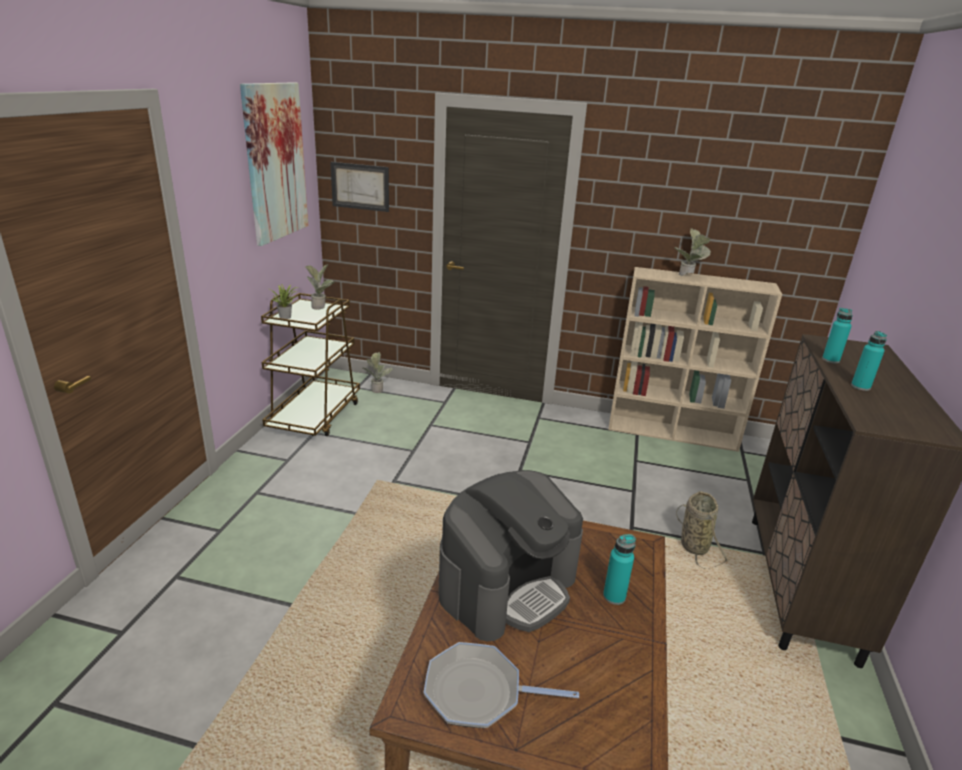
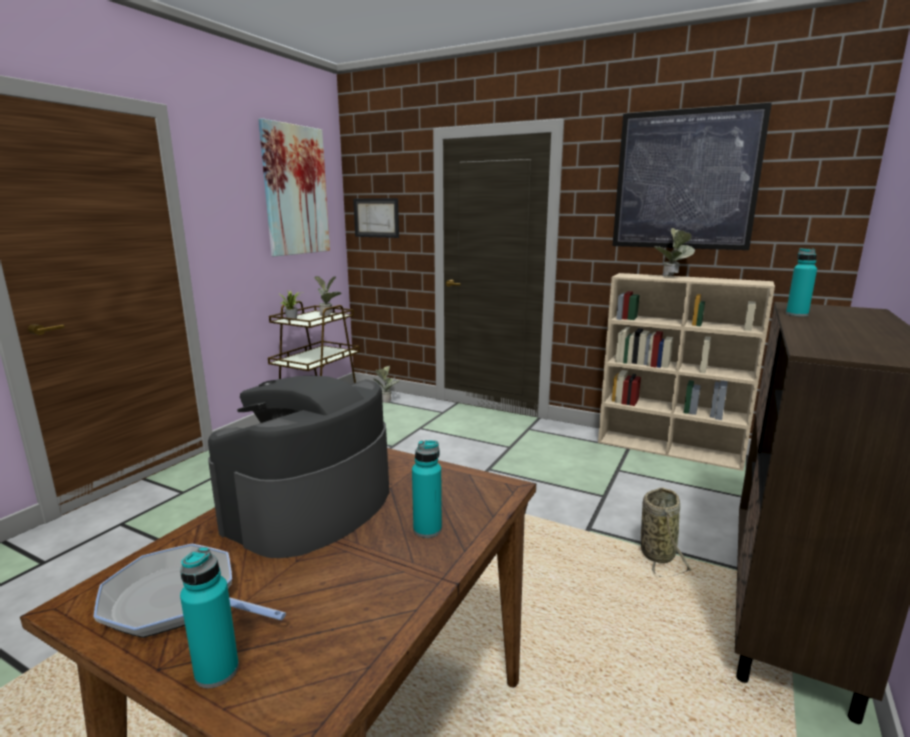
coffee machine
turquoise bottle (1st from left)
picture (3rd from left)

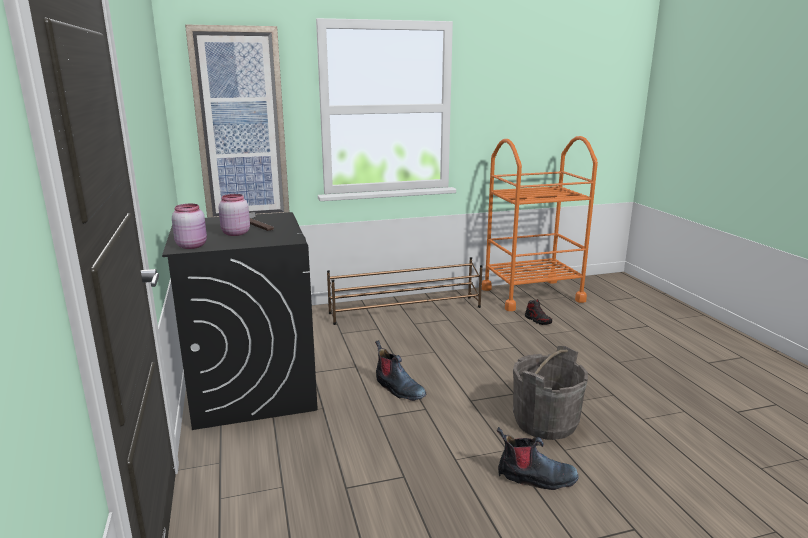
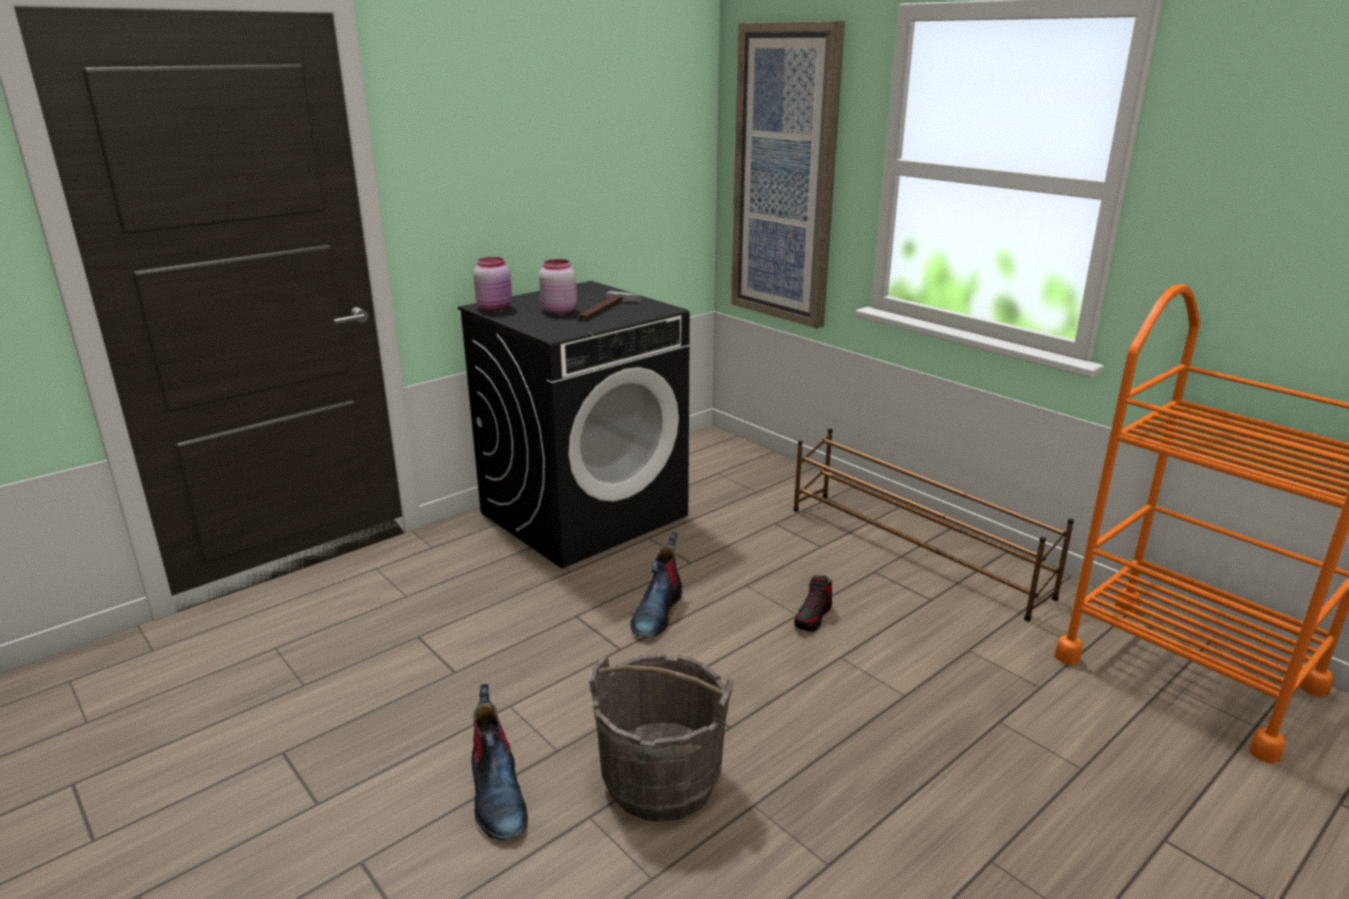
shoe

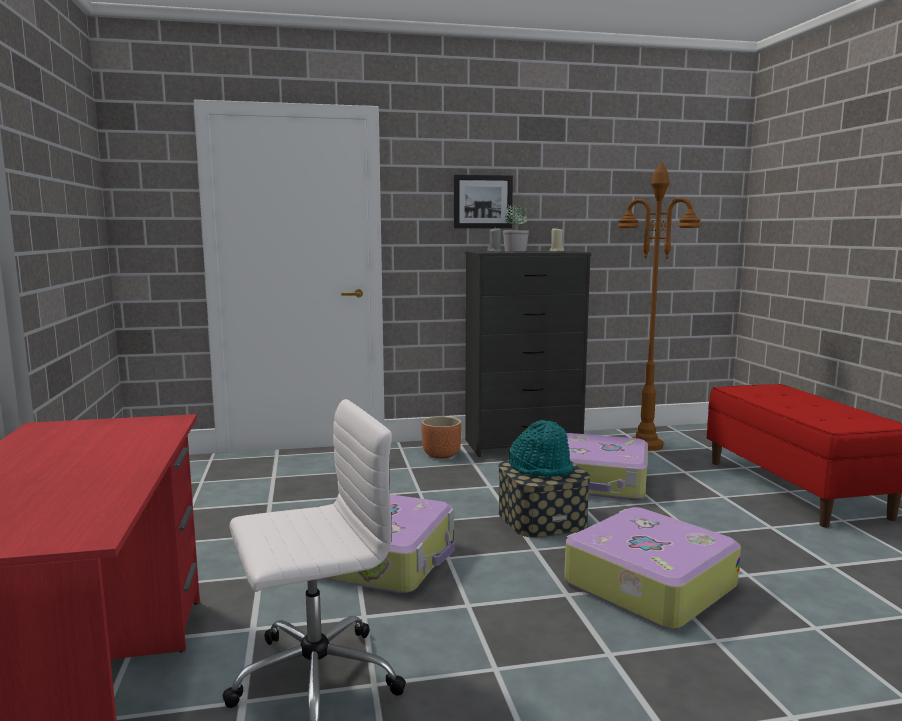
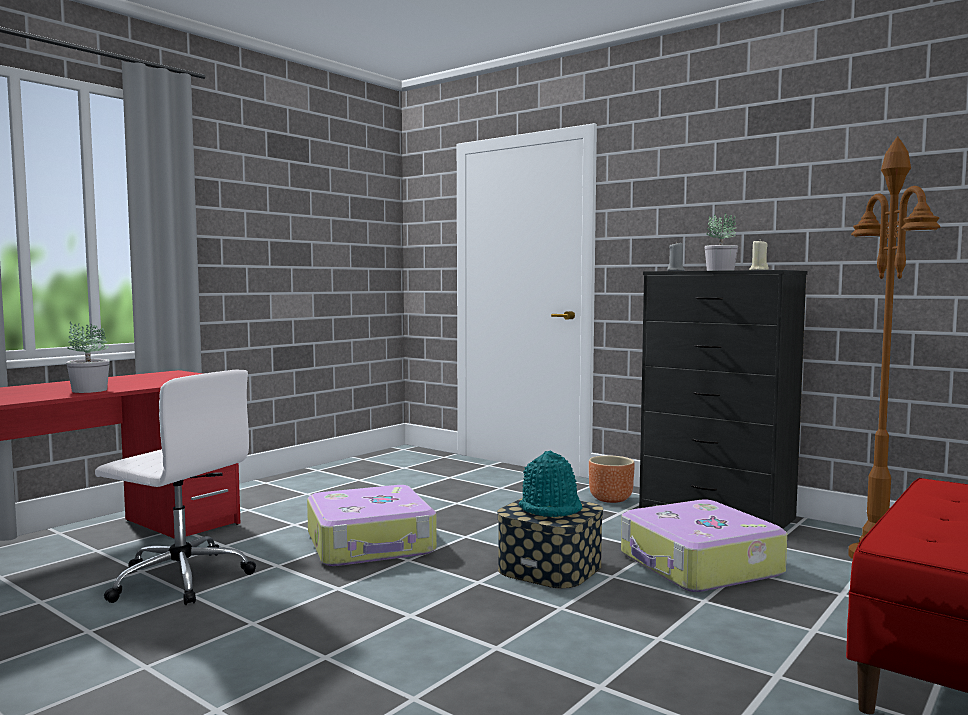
picture
suitcase (3rd from left in the first image)
potted plant (1st from left)

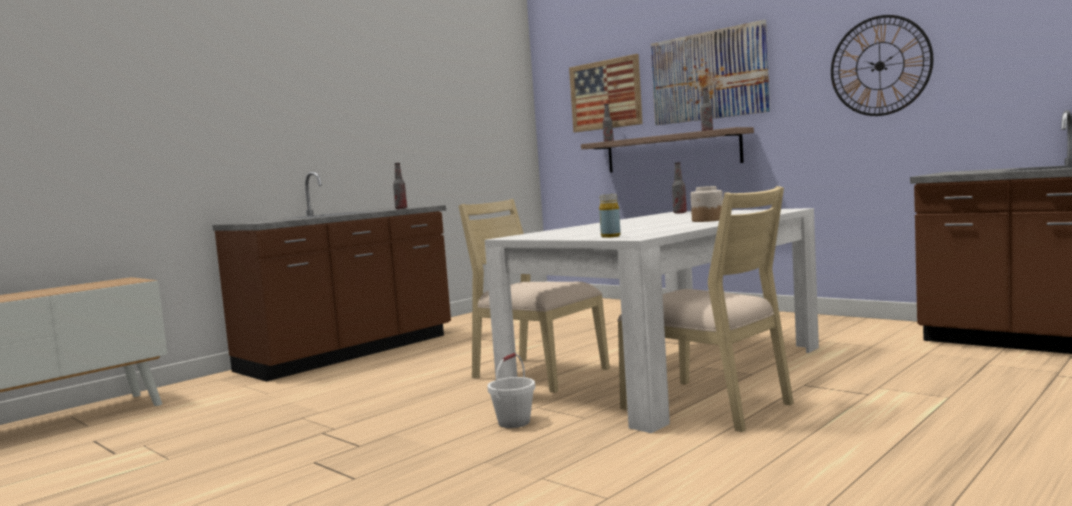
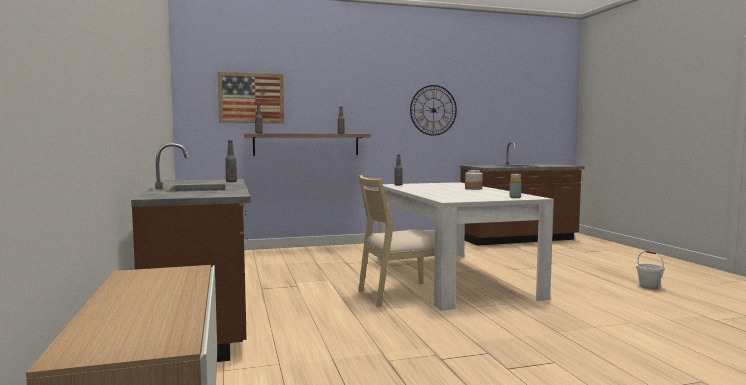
white bucket
beige chair (2nd from left in the first image)
picture (2nd from left in the first image)

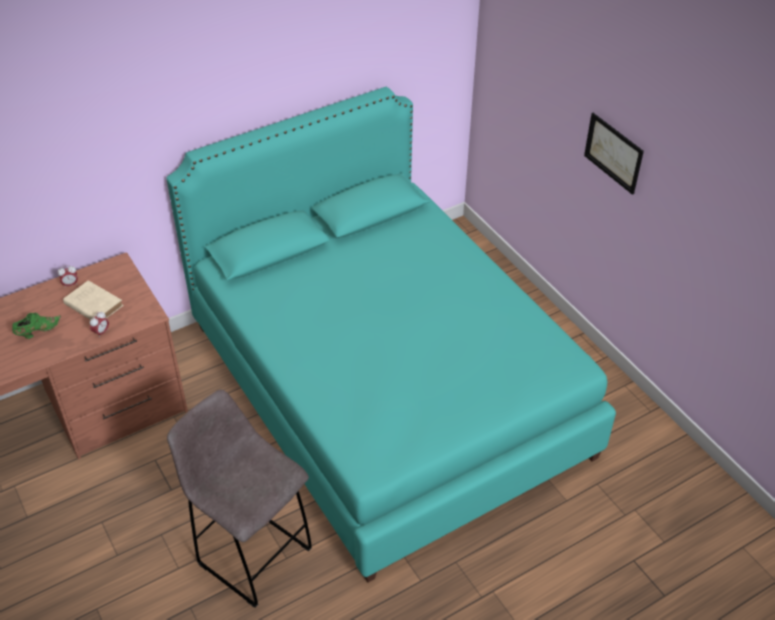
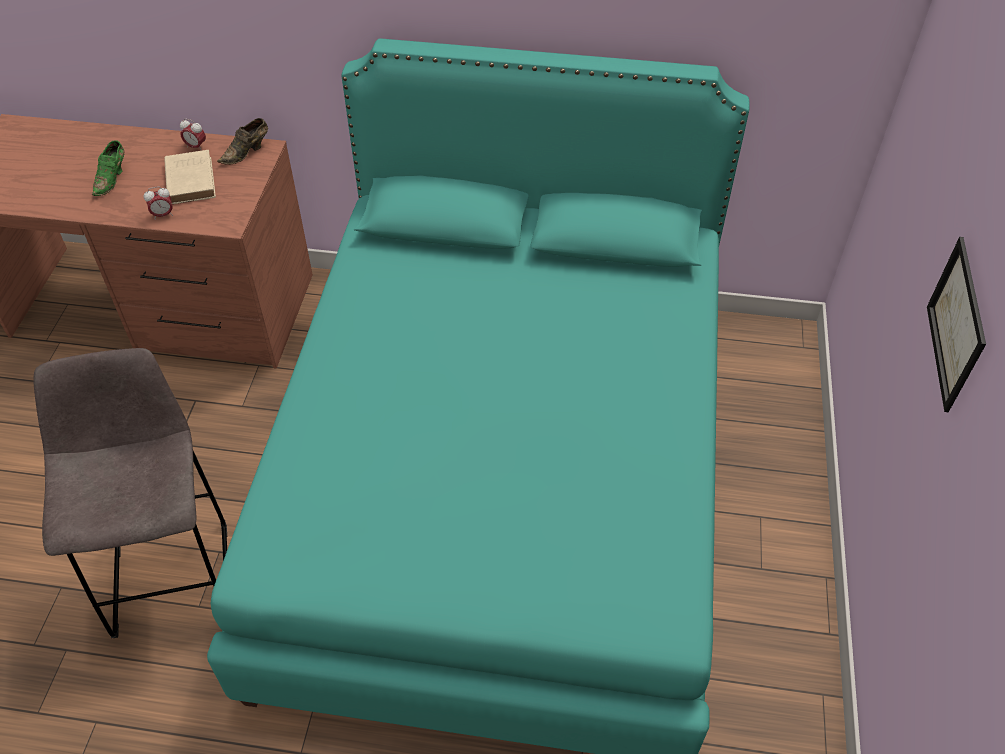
green shoe
brown shoe

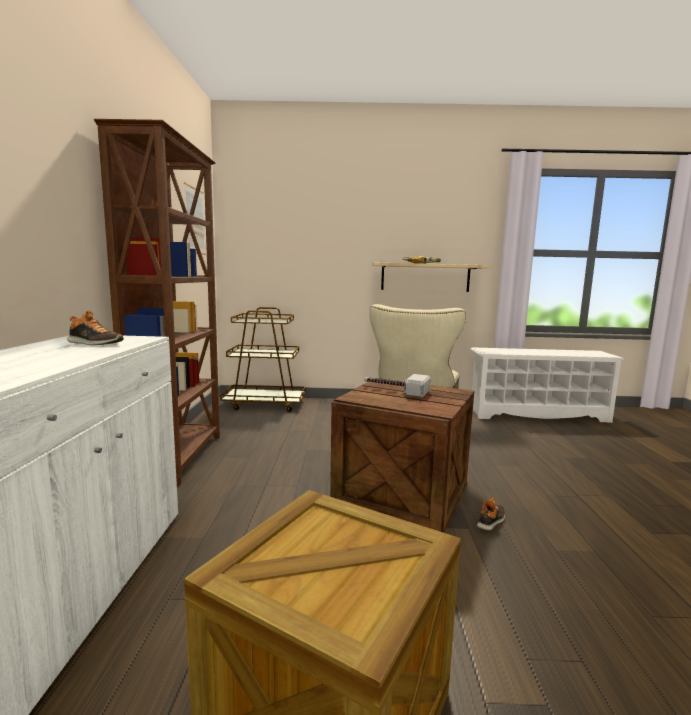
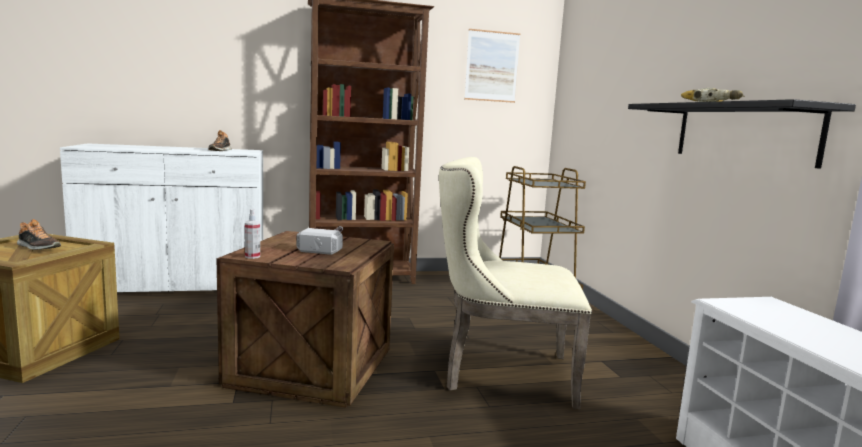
black shelf
shoe (1st from left)
spray bottle

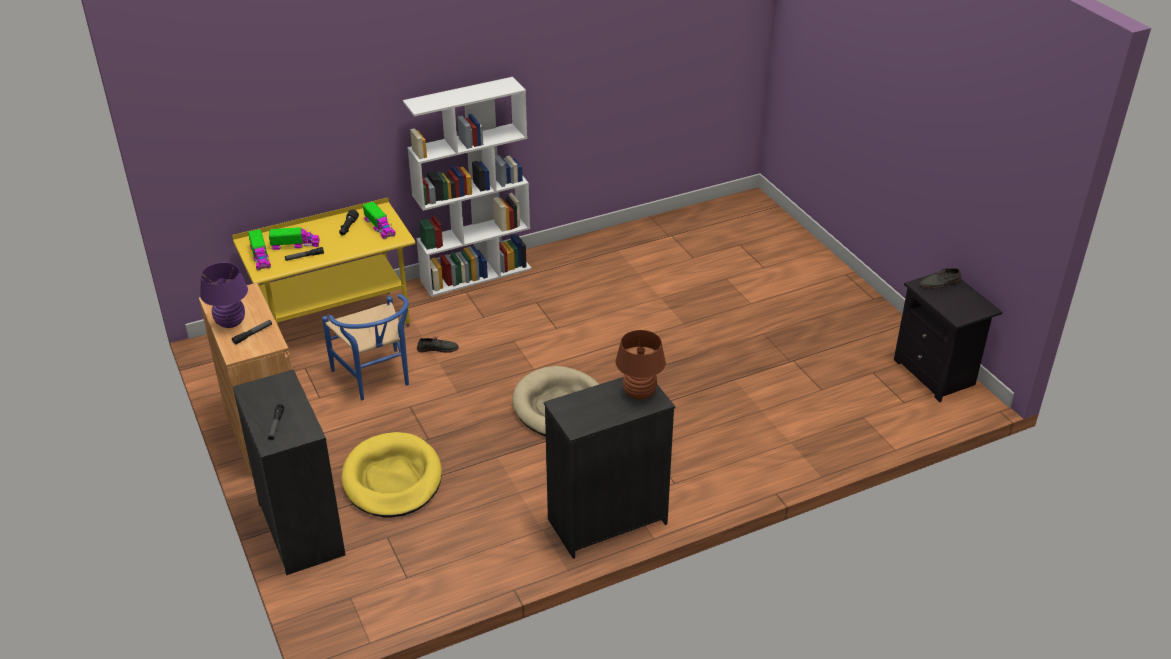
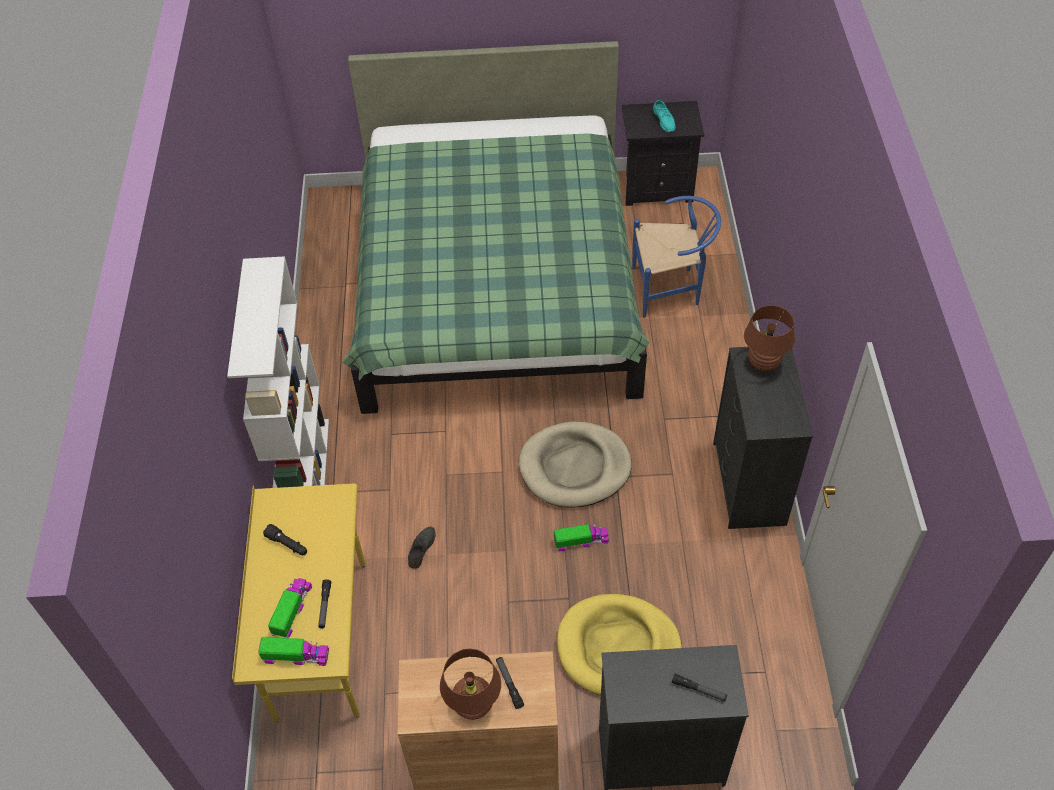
brown table lamp (1st from left)
blue chair
toy truck (3rd from left)
grey shoe (2nd from left in the first image)
green bed
turquoise shoe

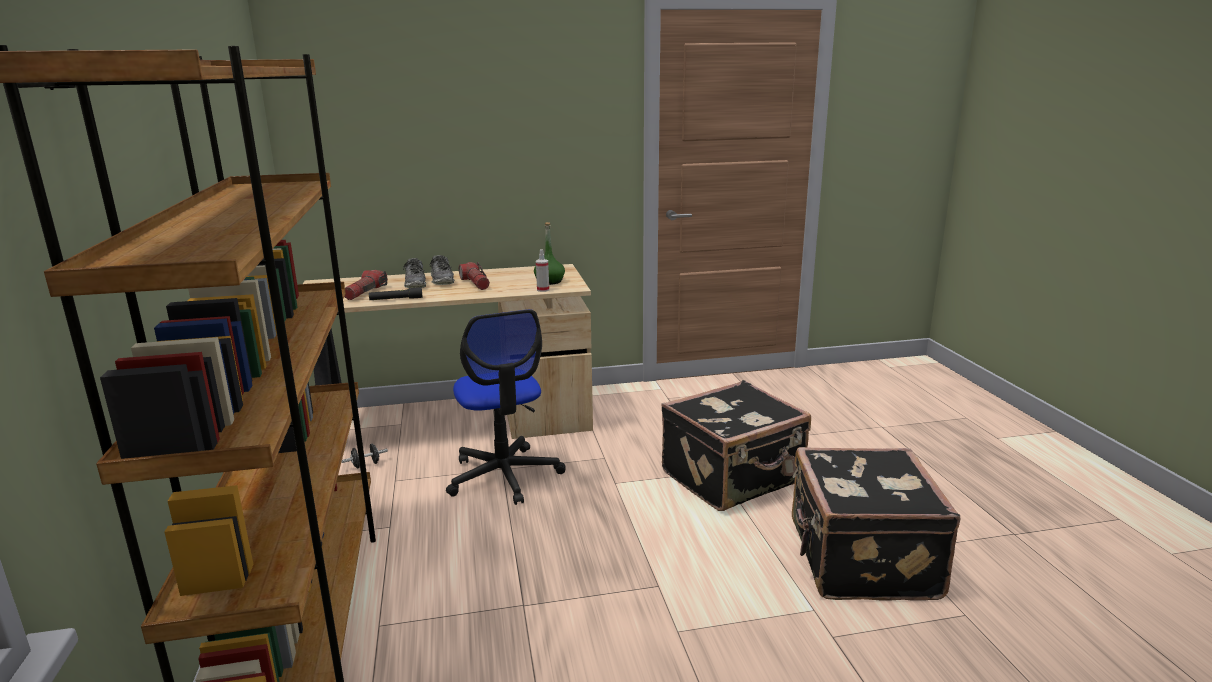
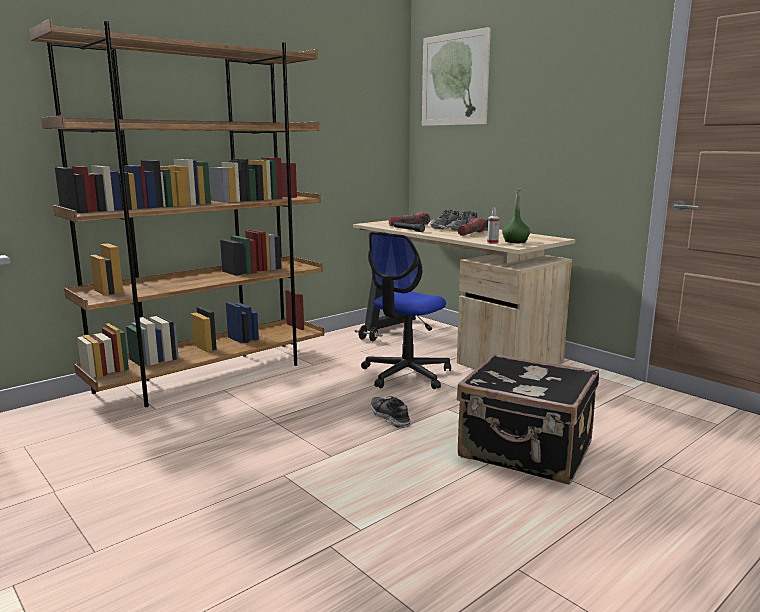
black suitcase (2nd from left in the first image)
shoe (1st from left)
picture

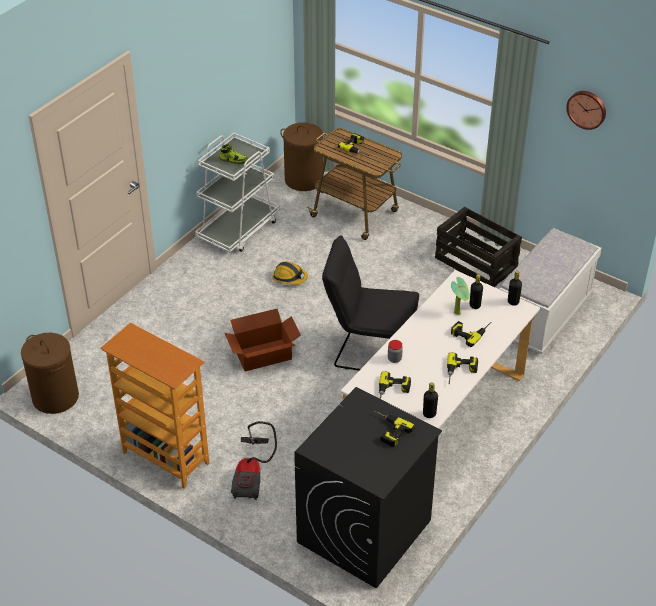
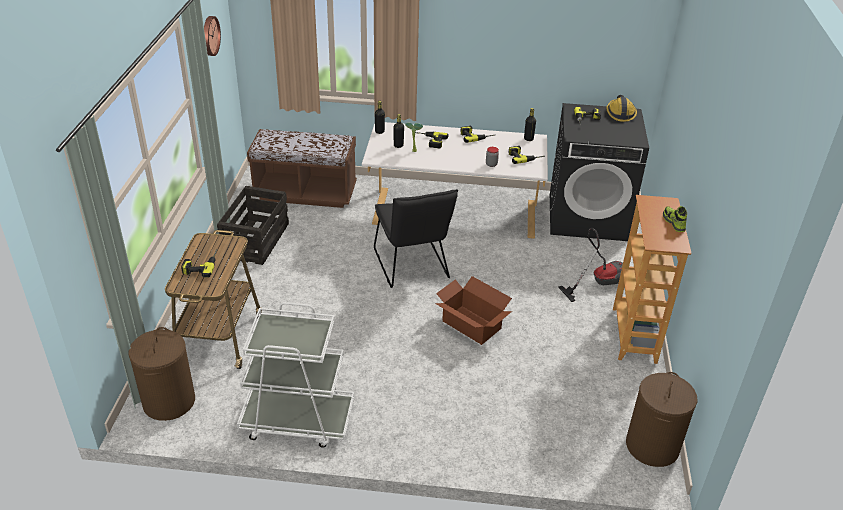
shoe
hard hat
brown bench

